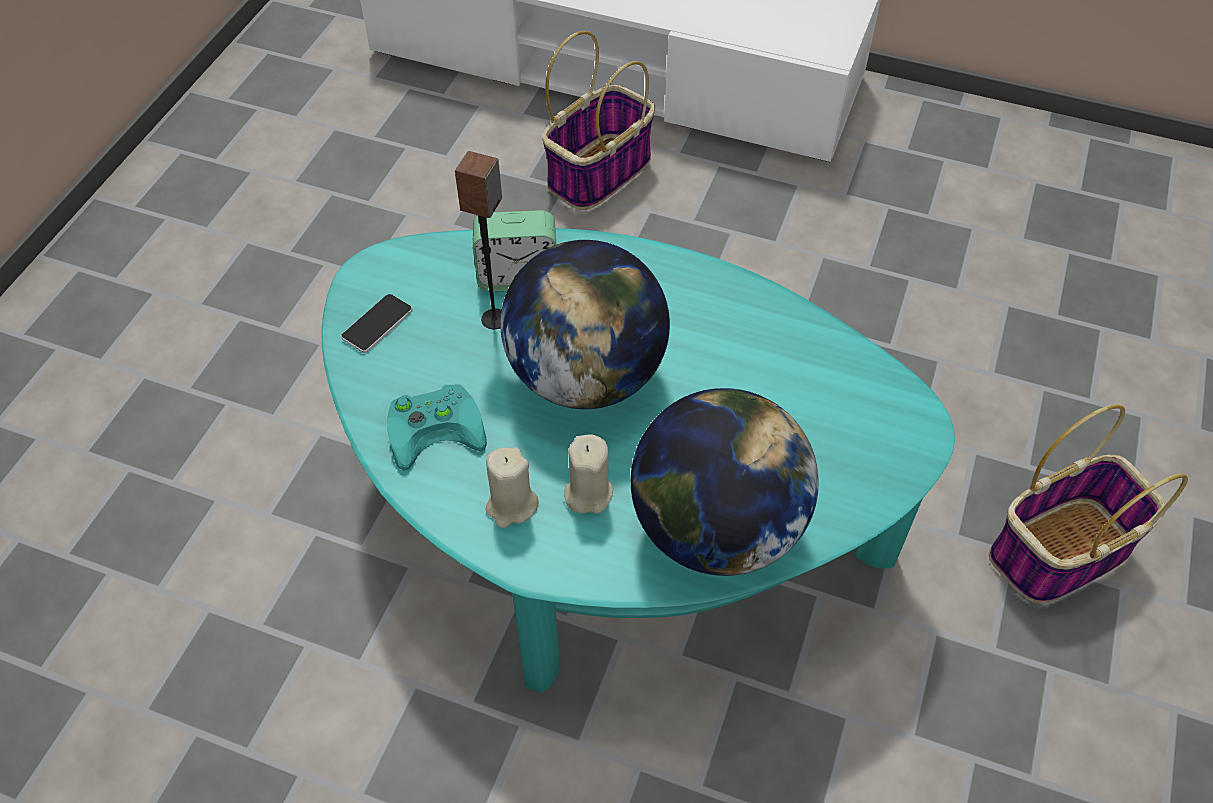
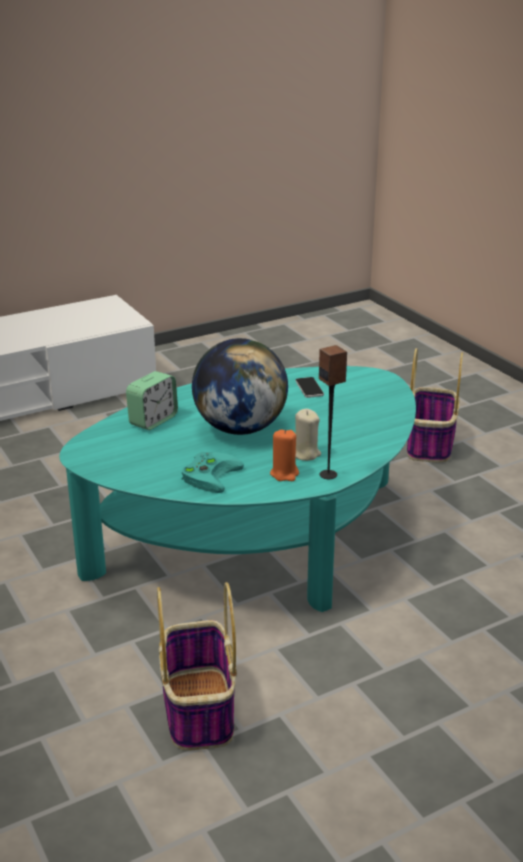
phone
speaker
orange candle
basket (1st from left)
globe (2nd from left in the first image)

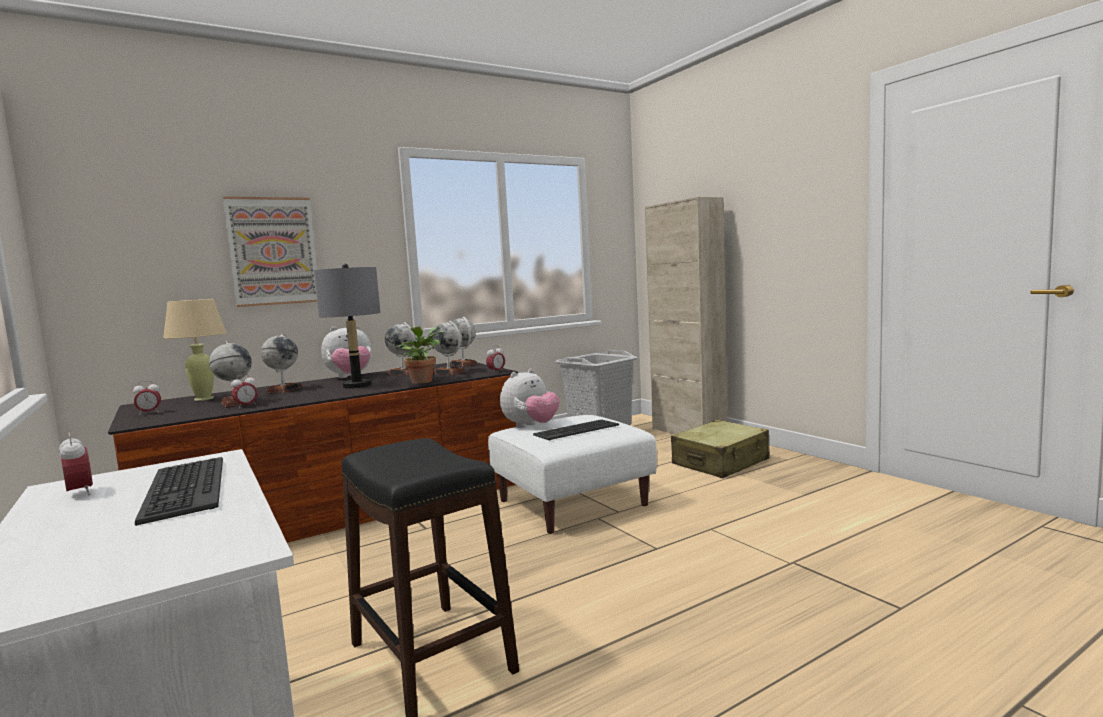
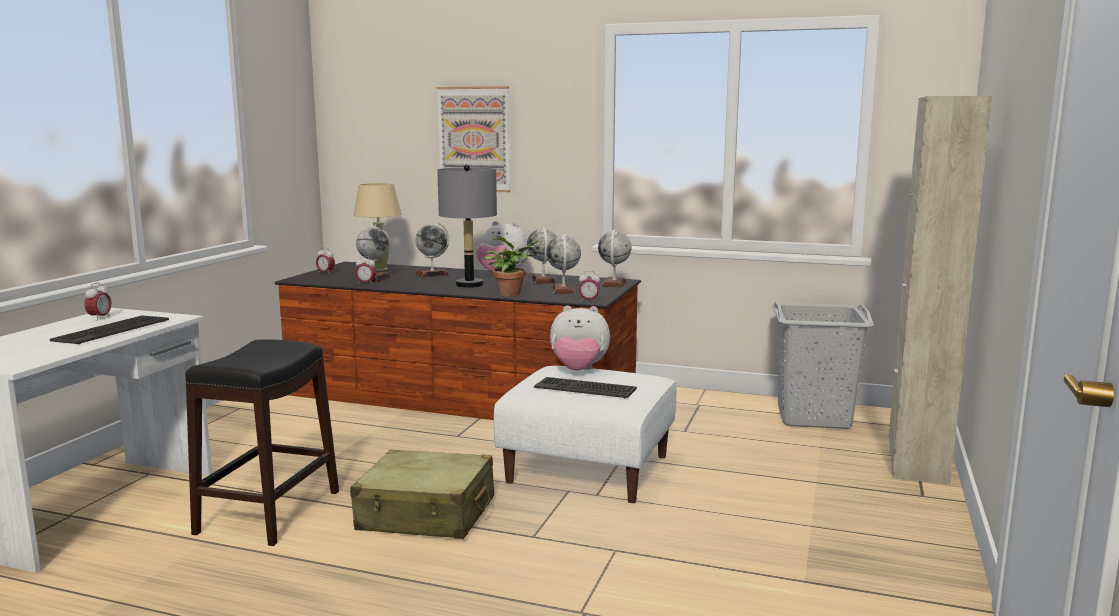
beige suitcase

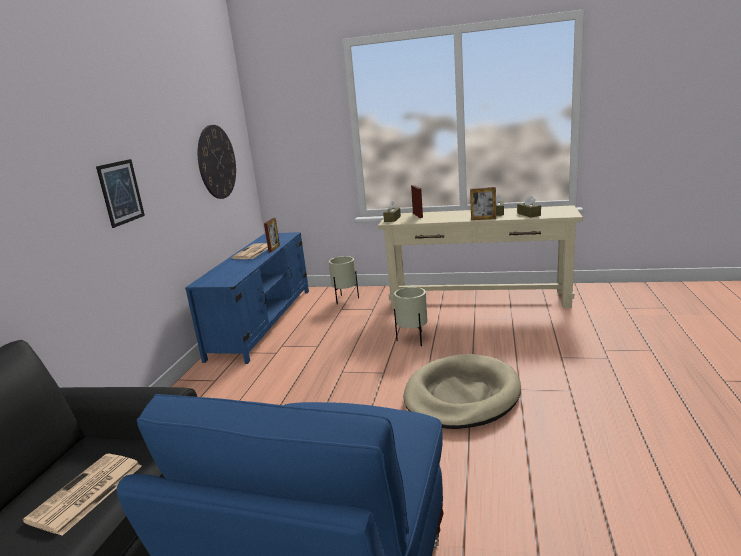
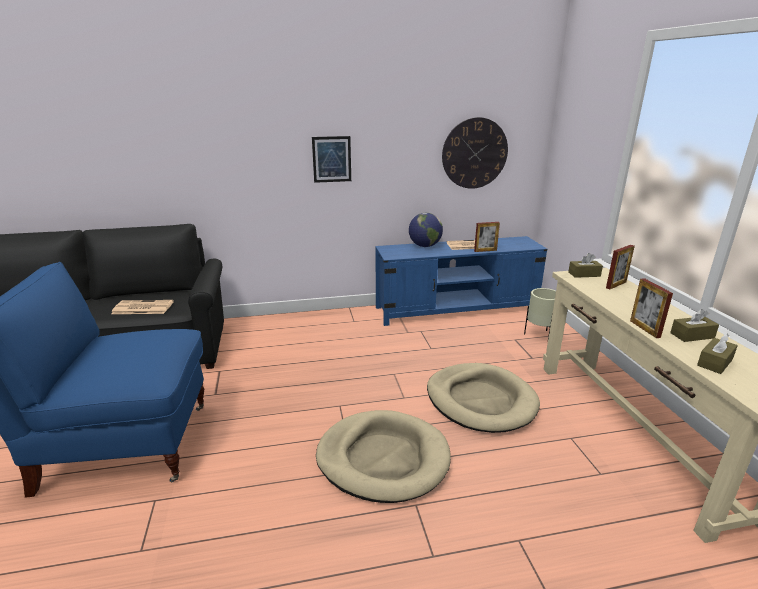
beige dog bed (2nd from left)
globe

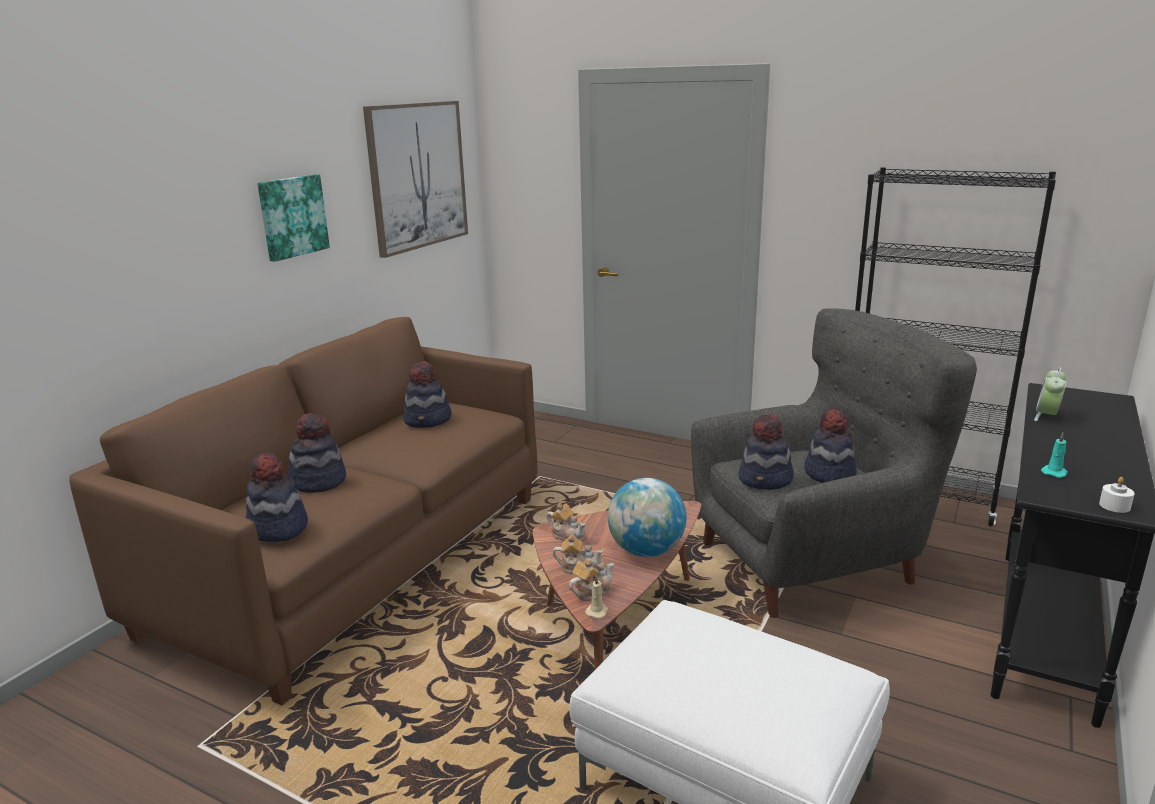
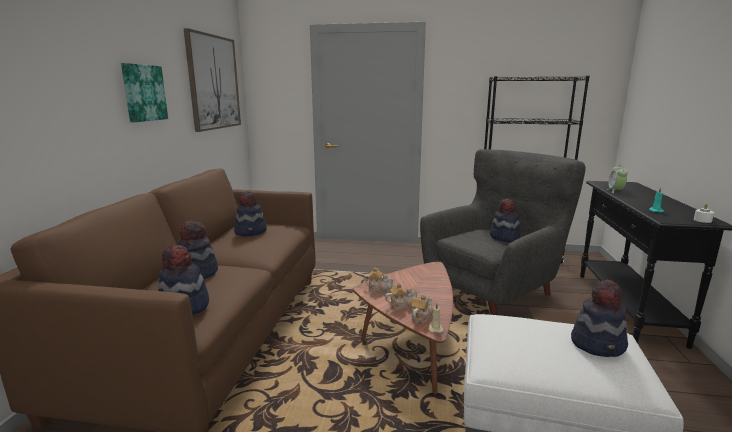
globe
hat (5th from left)

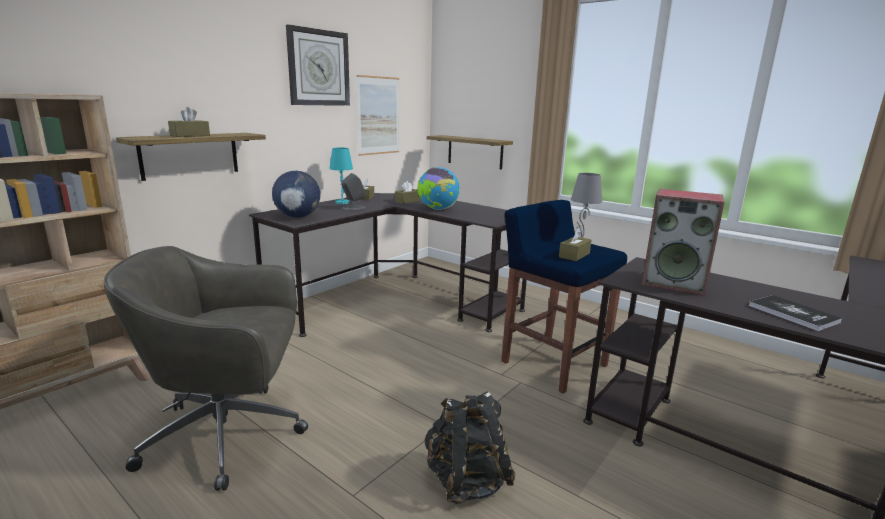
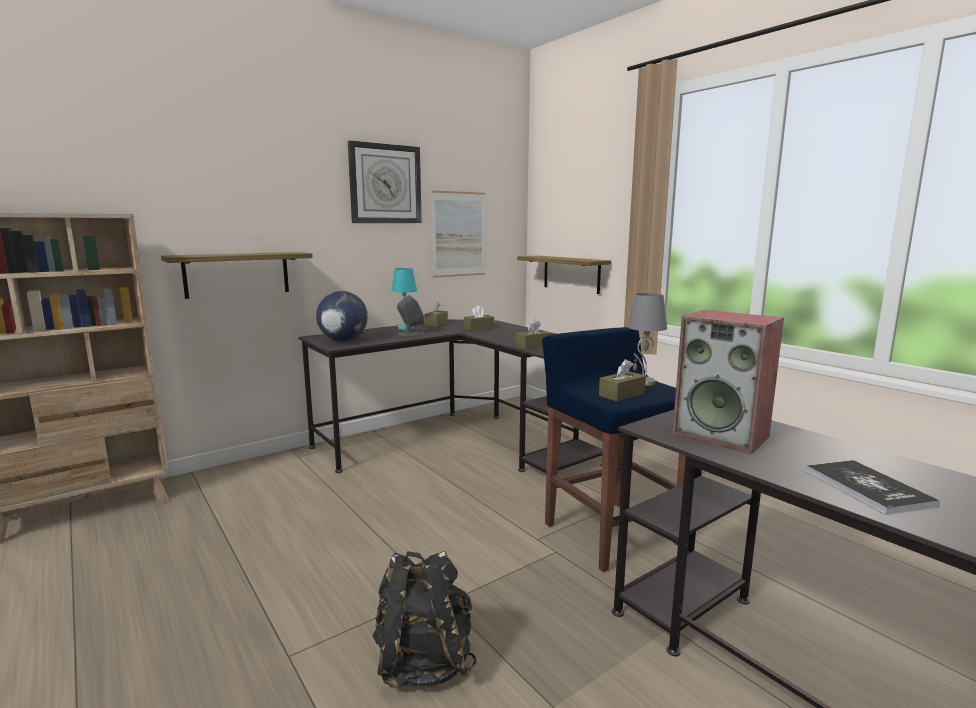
grey office chair
brown tissue box (3rd from left)
globe (2nd from left in the first image)

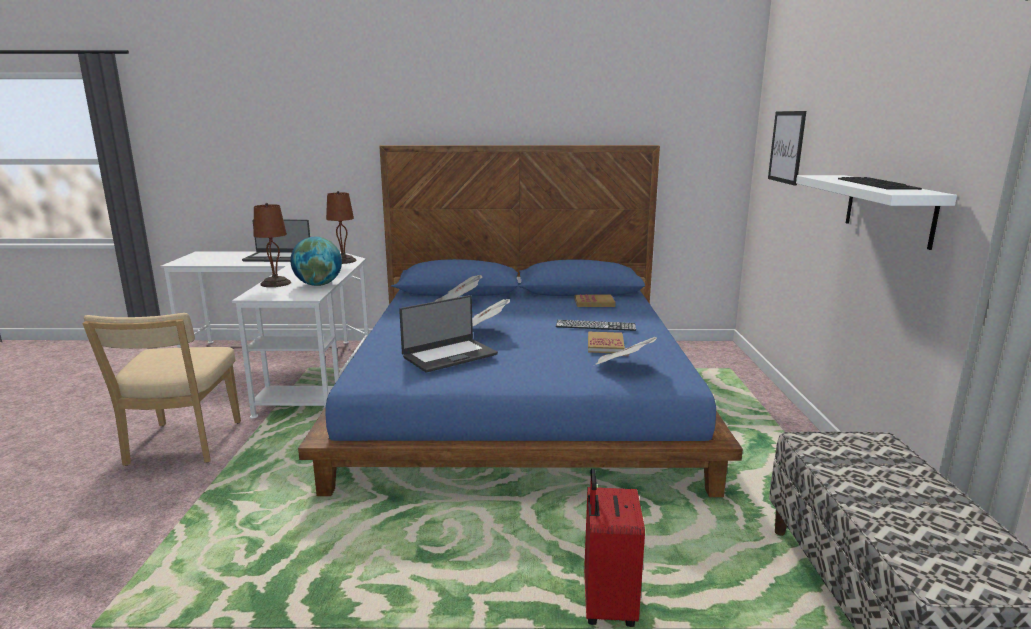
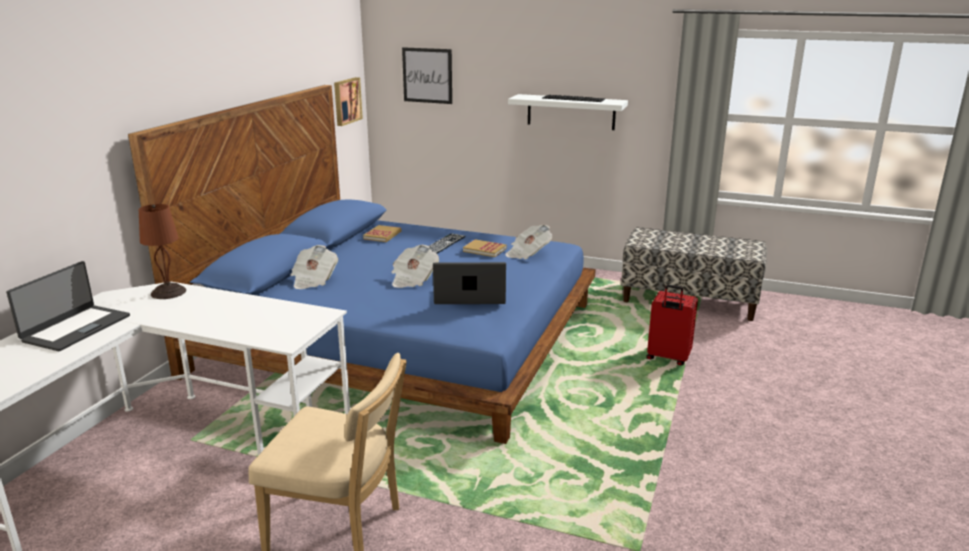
brown table lamp (1st from left in the first image)
globe
laptop (2nd from left)
picture (1st from left)

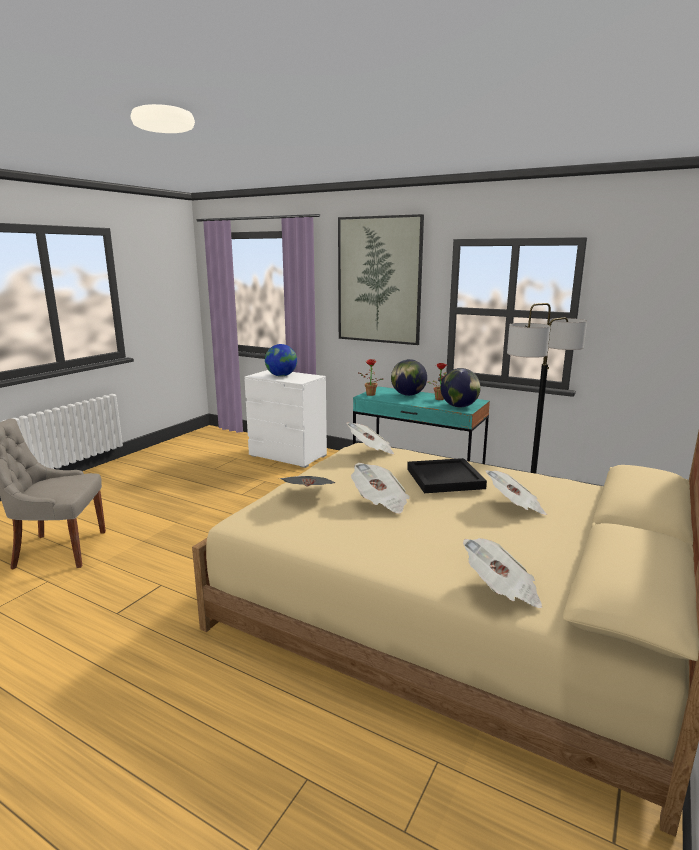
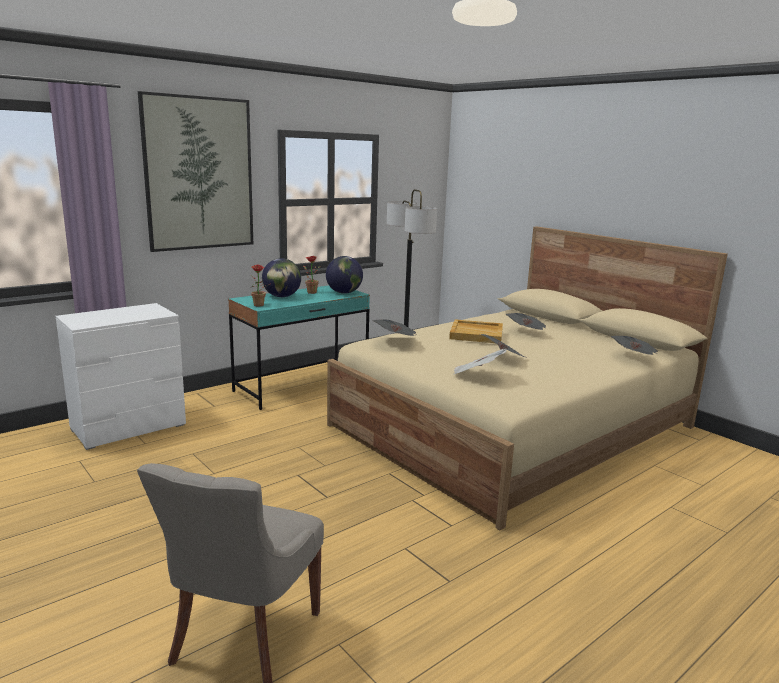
globe (1st from left in the first image)
beige tray

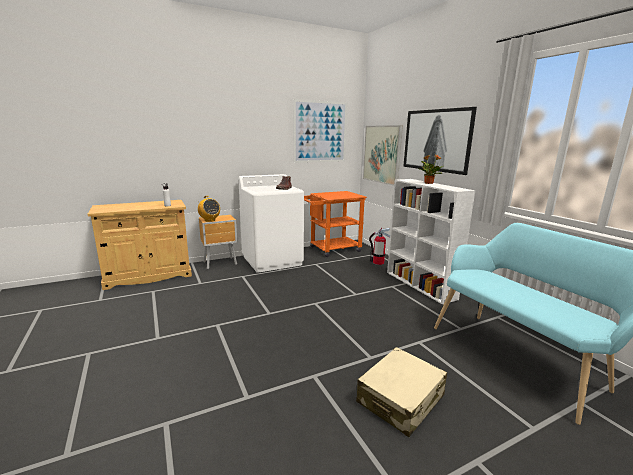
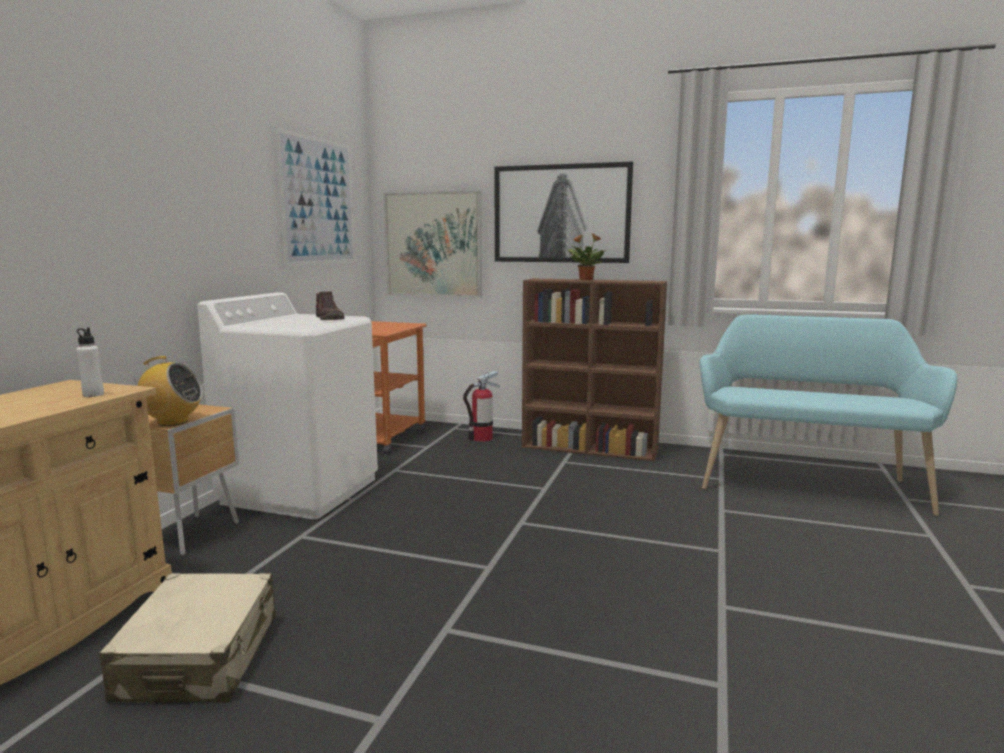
beige suitcase
brown bookcase

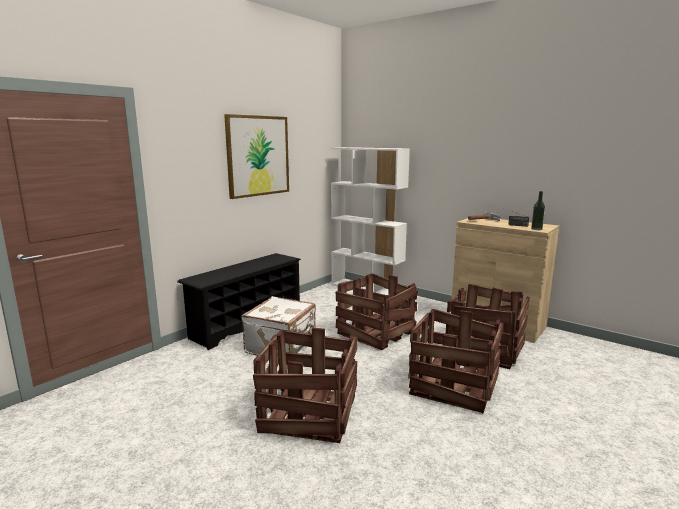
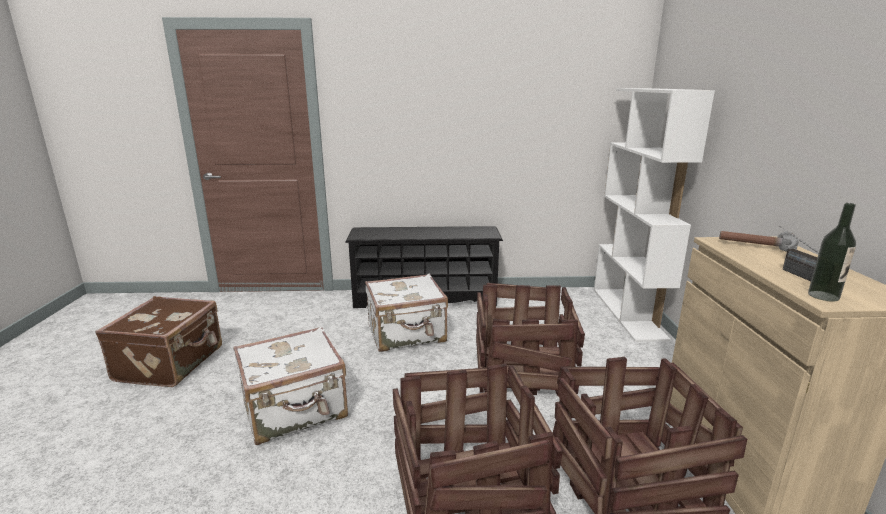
picture
white suitcase (1st from left)
brown suitcase

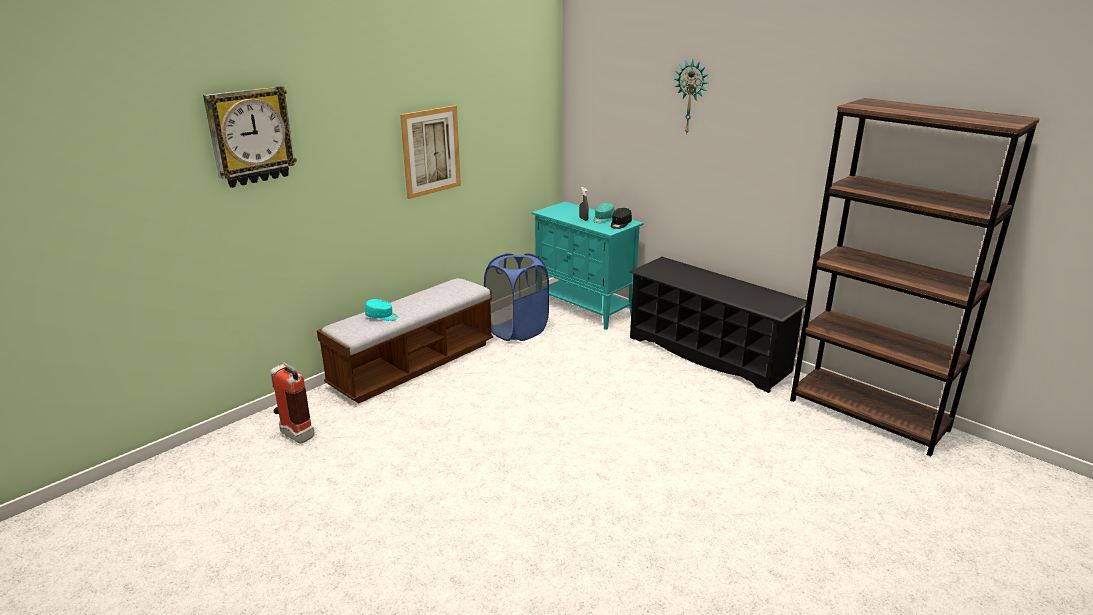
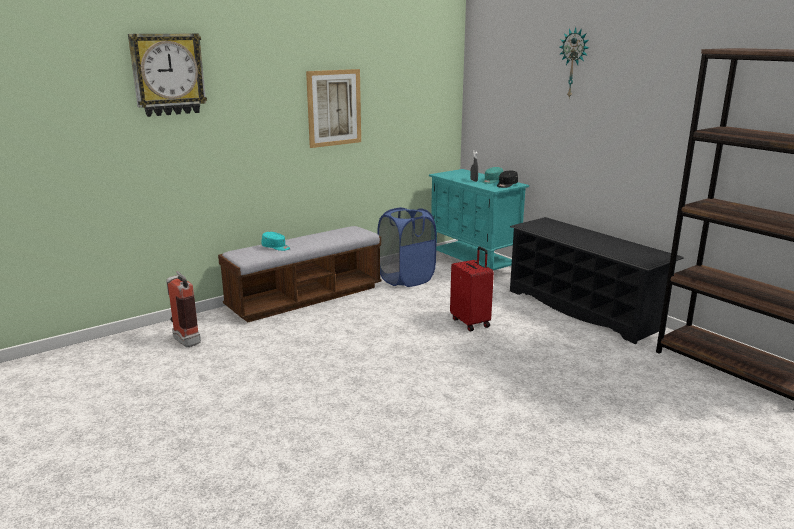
red suitcase

